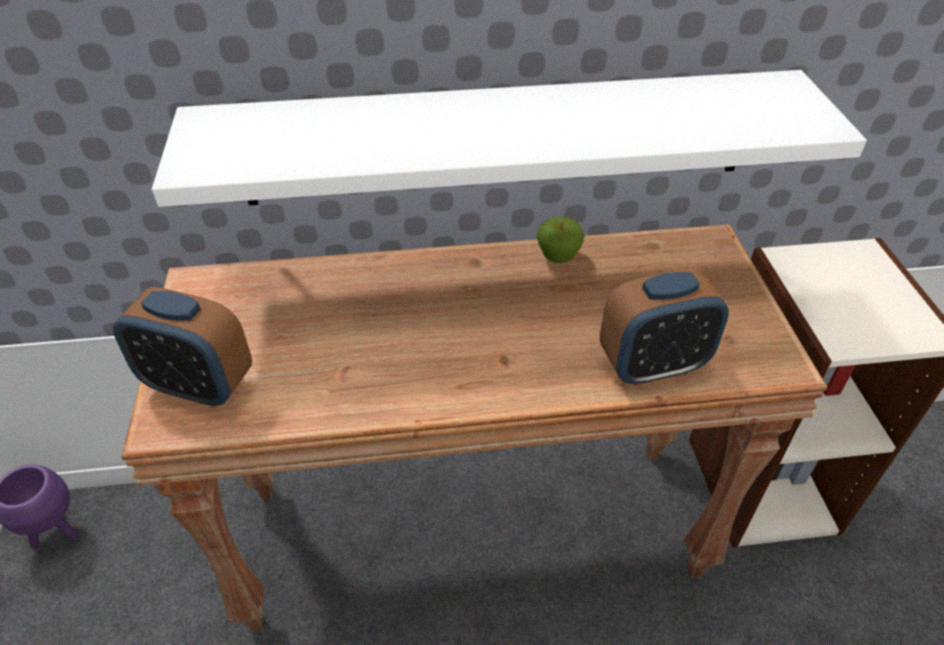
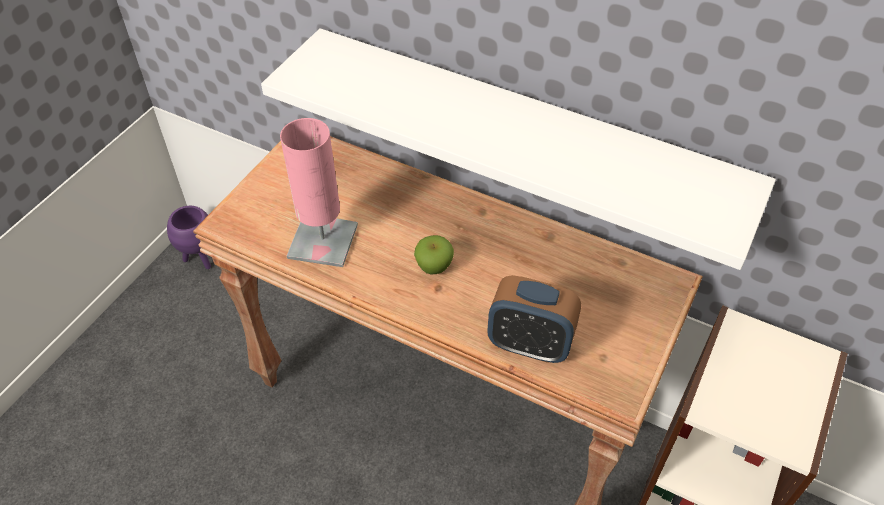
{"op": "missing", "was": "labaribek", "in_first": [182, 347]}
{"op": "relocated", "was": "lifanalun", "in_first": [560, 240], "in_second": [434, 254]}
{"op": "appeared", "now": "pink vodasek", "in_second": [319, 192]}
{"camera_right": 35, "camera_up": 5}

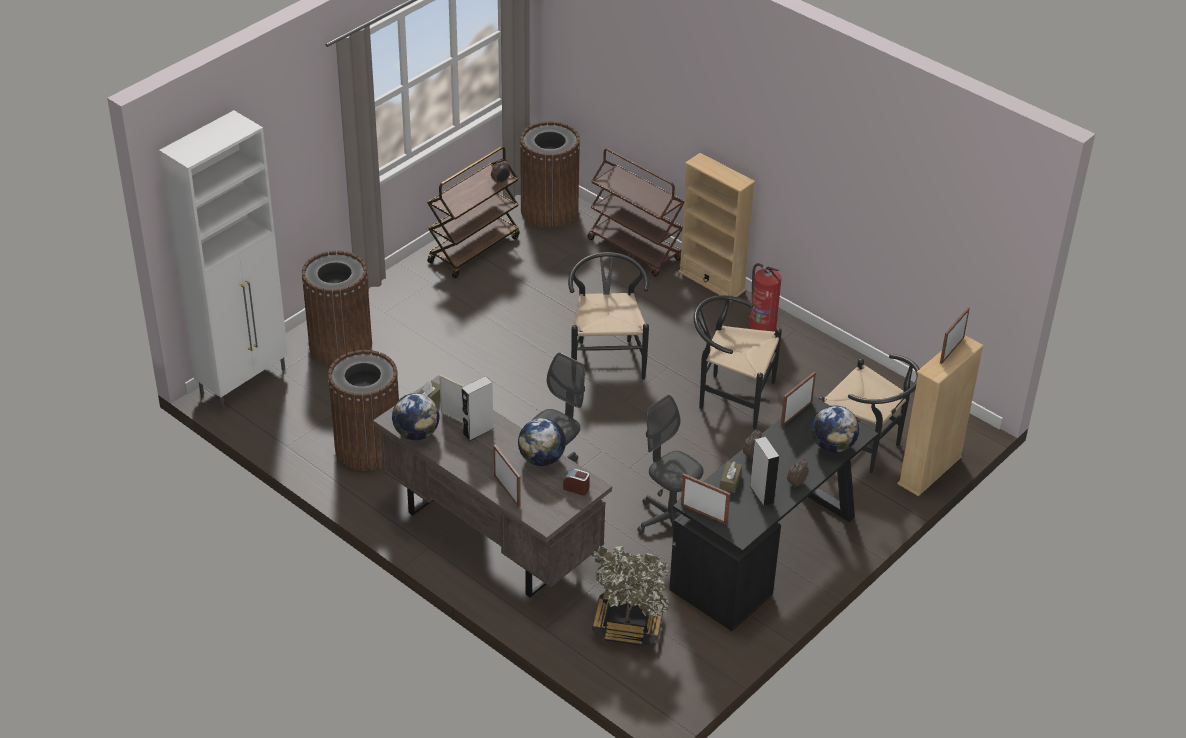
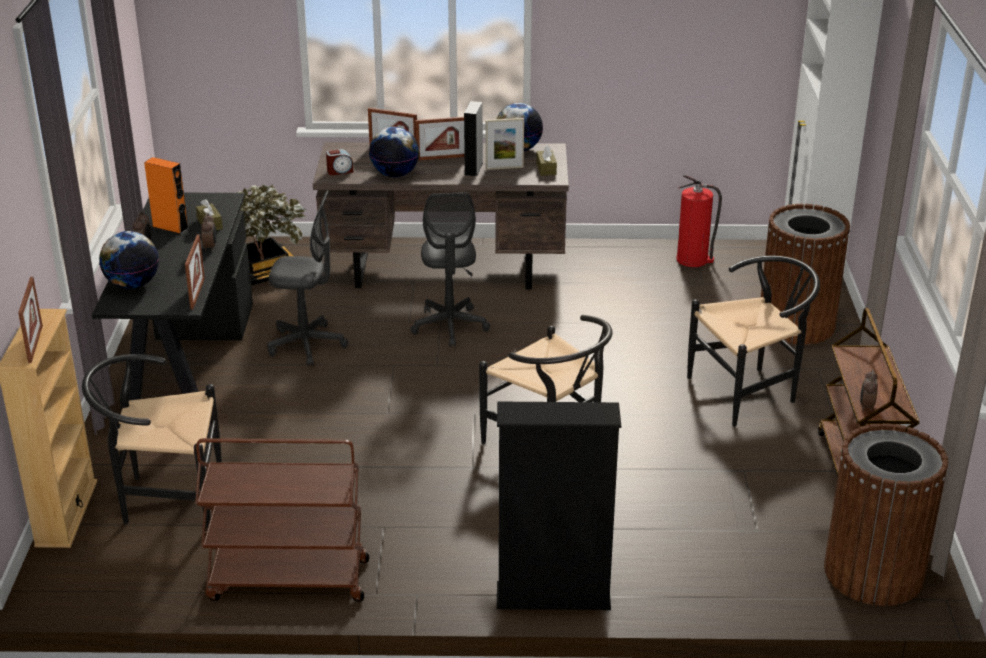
{"op": "missing", "was": "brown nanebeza", "in_first": [363, 410]}
{"op": "relocated", "was": "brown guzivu", "in_first": [636, 212], "in_second": [282, 520]}
{"op": "colour", "was": "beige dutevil", "now": "black dutevil", "in_first": [716, 227], "in_second": [559, 506]}
{"op": "relocated", "was": "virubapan", "in_first": [705, 499], "in_second": [440, 138]}
{"op": "relocated", "was": "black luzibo", "in_first": [737, 362], "in_second": [753, 341]}
{"op": "relocated", "was": "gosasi", "in_first": [764, 297], "in_second": [699, 220]}
{"op": "colour", "was": "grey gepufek", "now": "orange gepufek", "in_first": [765, 471], "in_second": [166, 195]}
{"camera_right": 140, "camera_up": -10}

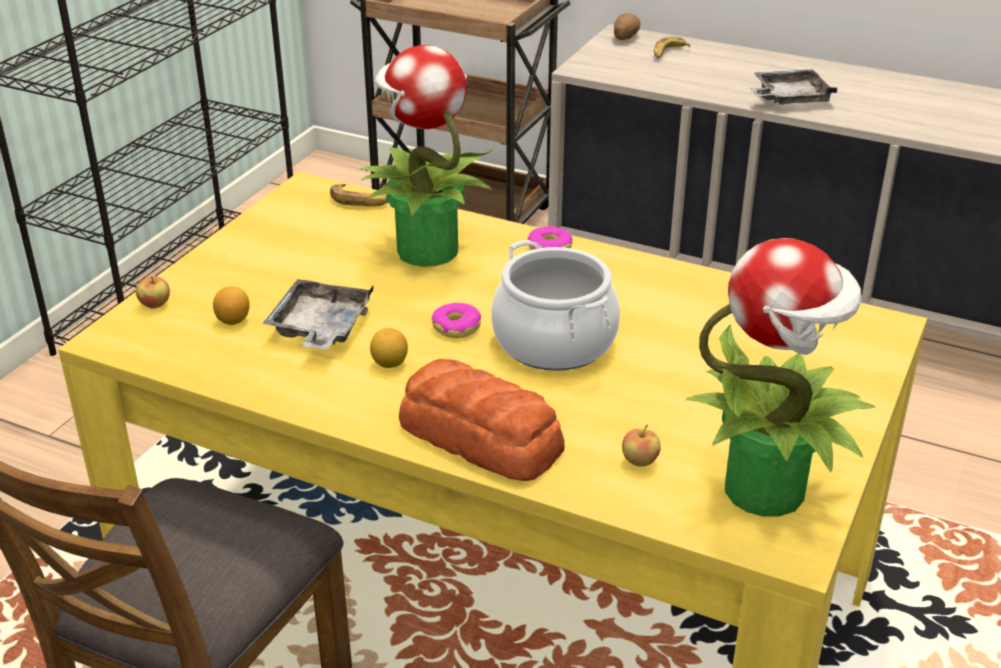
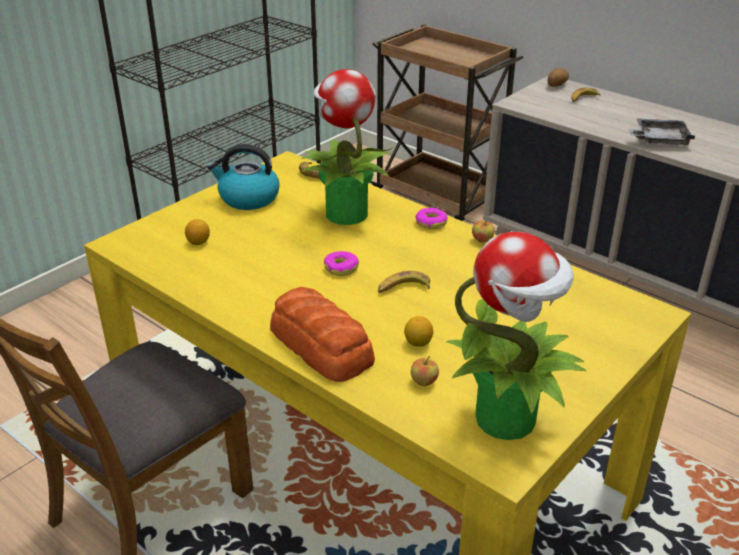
{"op": "relocated", "was": "lifanalun", "in_first": [153, 292], "in_second": [483, 231]}
{"op": "missing", "was": "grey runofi", "in_first": [318, 314]}
{"op": "relocated", "was": "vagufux", "in_first": [389, 348], "in_second": [418, 331]}
{"op": "exchanged", "was": "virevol", "now": "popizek", "in_first": [555, 305], "in_second": [404, 282]}
{"op": "appeared", "now": "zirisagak", "in_second": [243, 177]}
{"camera_right": 15, "camera_up": 0}

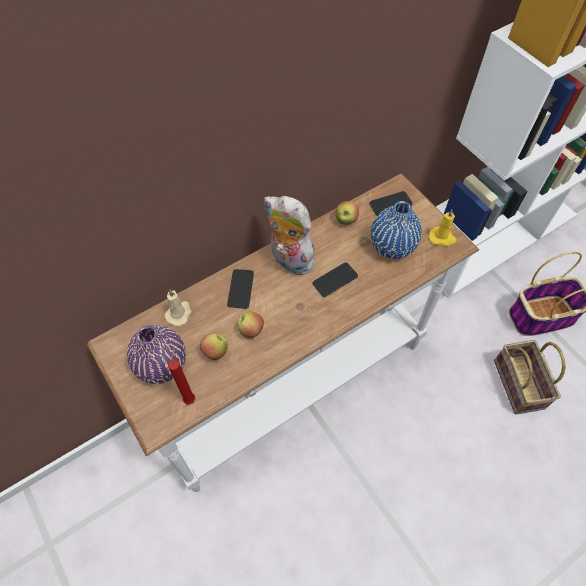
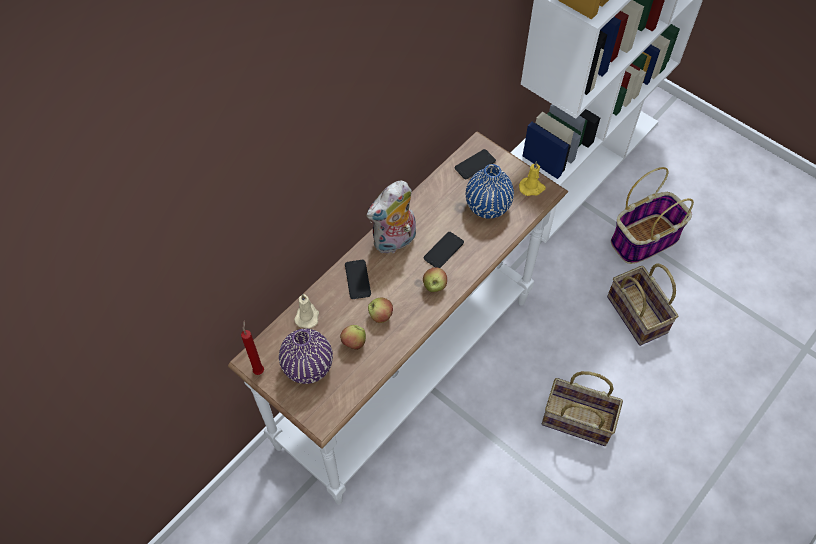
{"op": "relocated", "was": "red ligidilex", "in_first": [181, 376], "in_second": [252, 347]}
{"op": "spun", "was": "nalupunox", "in_first": [292, 235], "in_second": [391, 217], "clockwise": -60}
{"op": "relocated", "was": "lifanalun", "in_first": [347, 213], "in_second": [435, 280]}
{"op": "appeared", "now": "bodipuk", "in_second": [582, 408]}
{"camera_right": -15, "camera_up": 0}

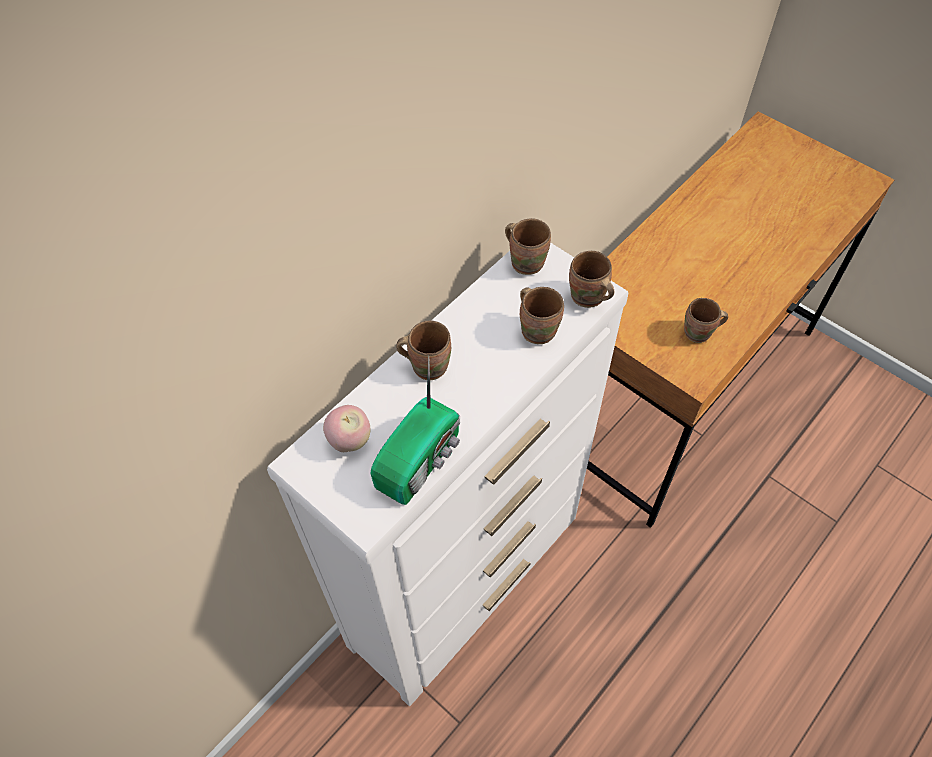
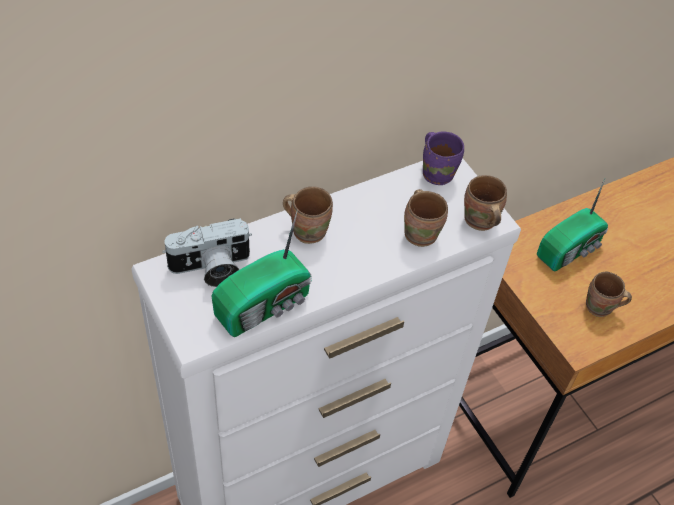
{"op": "exchanged", "was": "lifanalun", "now": "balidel", "in_first": [346, 428], "in_second": [207, 252]}
{"op": "colour", "was": "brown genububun", "now": "purple genububun", "in_first": [528, 246], "in_second": [443, 158]}
{"op": "appeared", "now": "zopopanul", "in_second": [572, 225]}
{"camera_right": 15, "camera_up": -5}

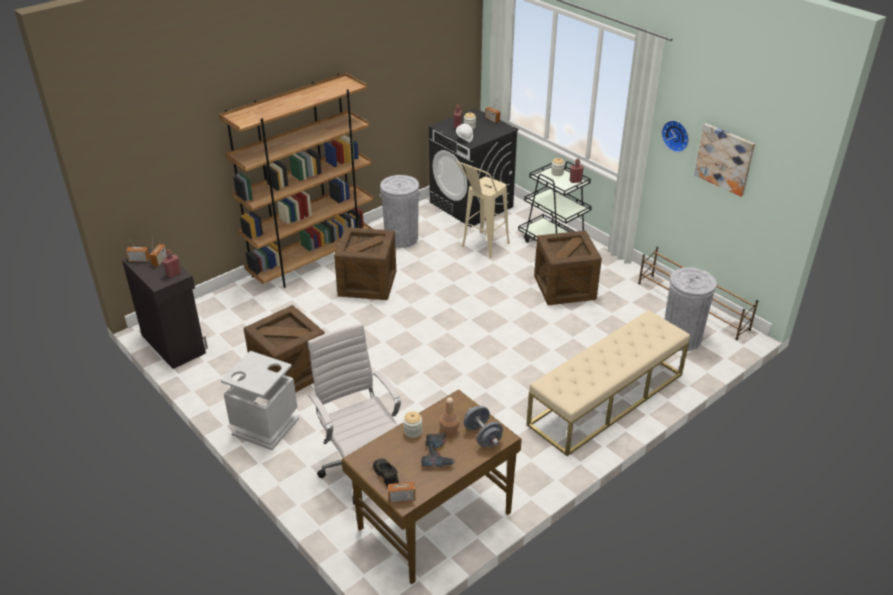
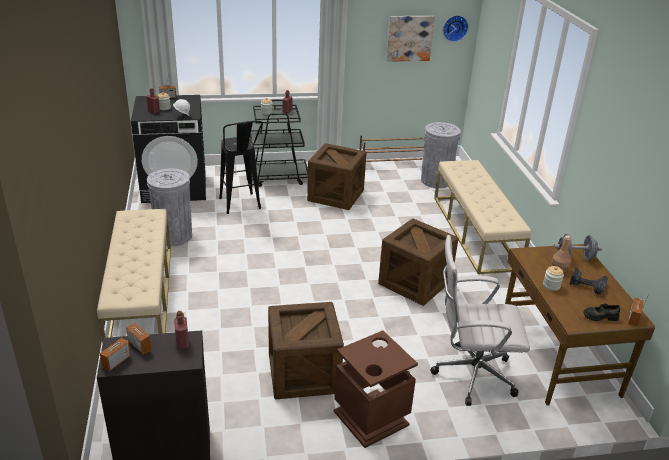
{"op": "exchanged", "was": "brown dutevil", "now": "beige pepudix", "in_first": [296, 180], "in_second": [134, 276]}
{"op": "colour", "was": "grey nanebeza", "now": "brown nanebeza", "in_first": [260, 400], "in_second": [376, 389]}
{"op": "relocated", "was": "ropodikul", "in_first": [365, 263], "in_second": [418, 262]}
{"op": "colour", "was": "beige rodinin", "now": "black rodinin", "in_first": [483, 209], "in_second": [241, 167]}
{"op": "relocated", "was": "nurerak", "in_first": [675, 136], "in_second": [455, 28]}
{"camera_right": -60, "camera_up": -5}

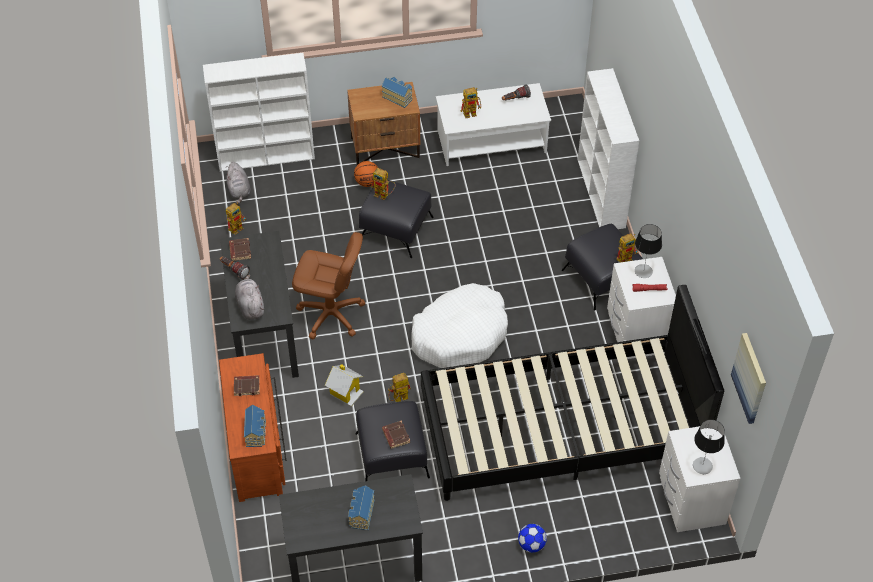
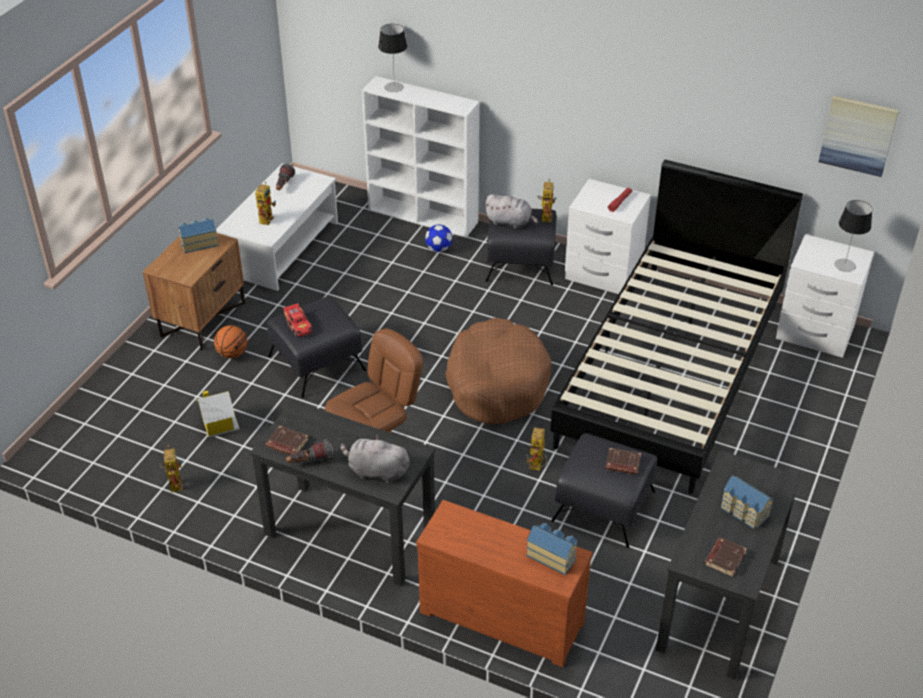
{"op": "missing", "was": "white dutevil", "in_first": [259, 112]}
{"op": "relocated", "was": "grey nalupunox", "in_first": [238, 183], "in_second": [511, 211]}
{"op": "relocated", "was": "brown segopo", "in_first": [247, 385], "in_second": [726, 557]}
{"op": "relocated", "was": "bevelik", "in_first": [344, 385], "in_second": [218, 414]}
{"op": "exchanged", "was": "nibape", "now": "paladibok", "in_first": [383, 184], "in_second": [297, 319]}
{"op": "colour", "was": "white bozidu", "now": "brown bozidu", "in_first": [460, 325], "in_second": [498, 371]}
{"op": "relocated", "was": "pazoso", "in_first": [532, 538], "in_second": [439, 238]}
{"op": "relocated", "was": "vodasek", "in_first": [648, 251], "in_second": [392, 58]}
{"camera_right": -55, "camera_up": -10}

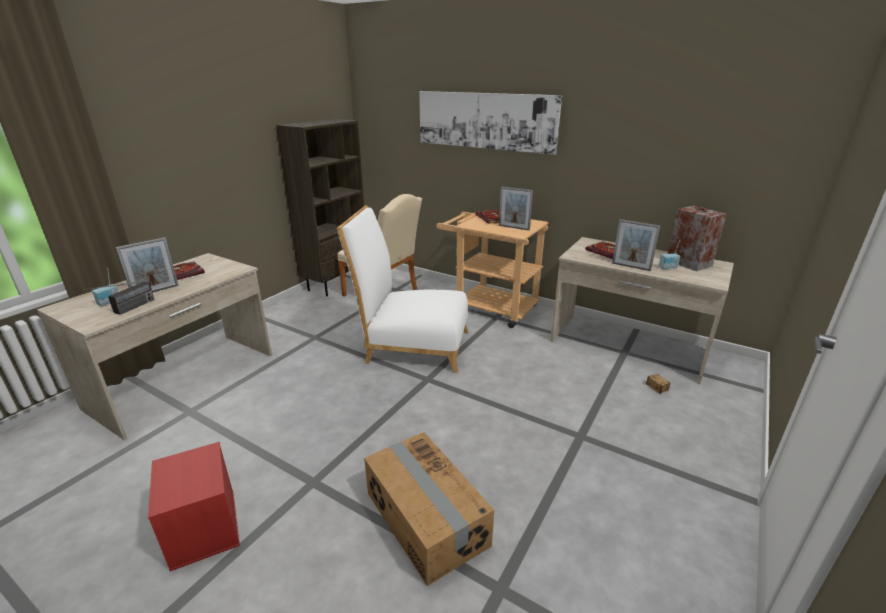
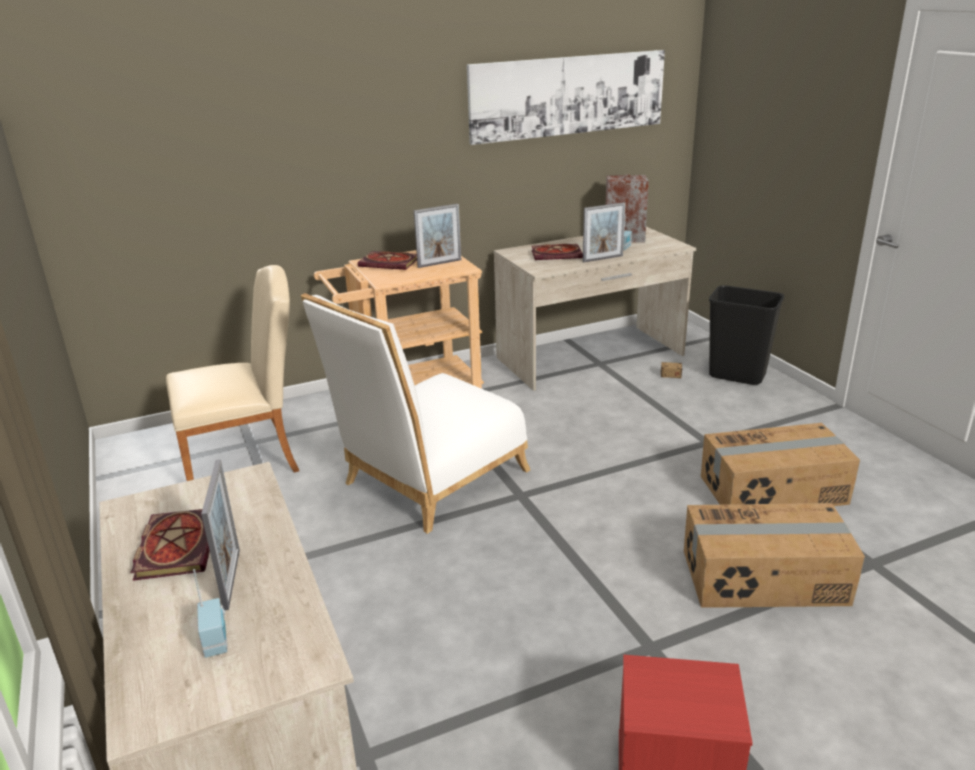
{"op": "missing", "was": "zopopanul", "in_first": [118, 298]}
{"op": "missing", "was": "brown dutevil", "in_first": [320, 208]}
{"op": "relocated", "was": "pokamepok", "in_first": [490, 123], "in_second": [566, 97]}
{"op": "appeared", "now": "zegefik", "in_second": [780, 464]}
{"op": "appeared", "now": "black nanebeza", "in_second": [746, 335]}
{"camera_right": -55, "camera_up": 0}

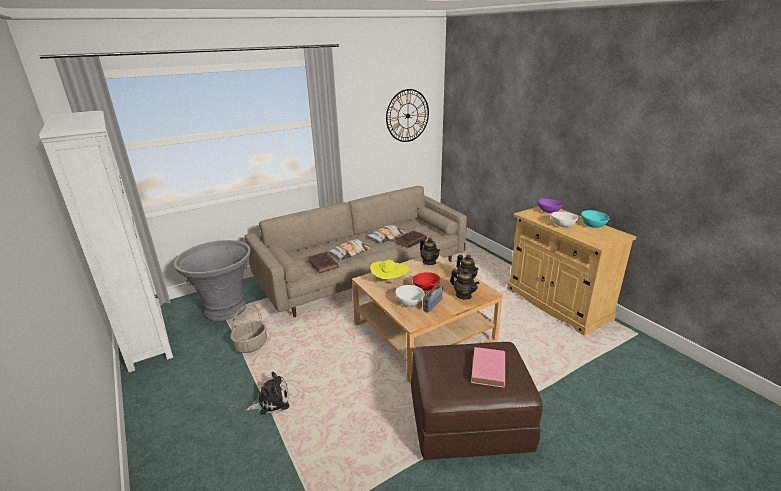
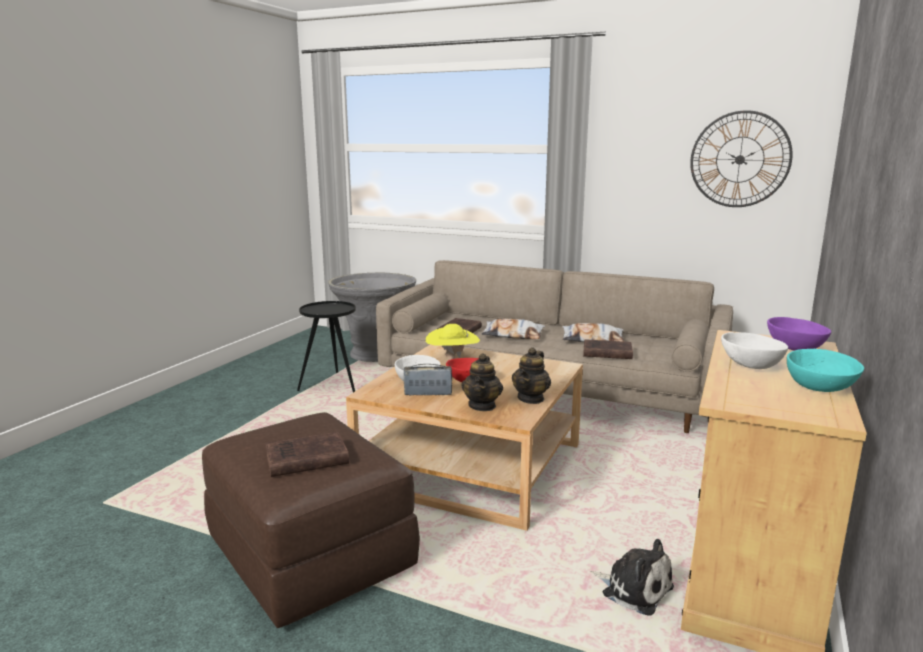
{"op": "missing", "was": "white dutevil", "in_first": [106, 241]}
{"op": "exchanged", "was": "bodipuk", "now": "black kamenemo", "in_first": [248, 329], "in_second": [326, 346]}
{"op": "relocated", "was": "nalupunox", "in_first": [267, 393], "in_second": [632, 577]}
{"op": "missing", "was": "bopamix", "in_first": [430, 251]}
{"op": "colour", "was": "pink segopo", "now": "brown segopo", "in_first": [488, 367], "in_second": [307, 454]}
{"camera_right": 55, "camera_up": -10}

